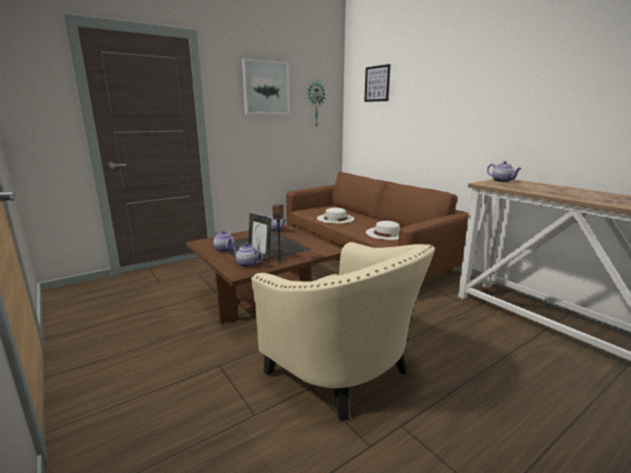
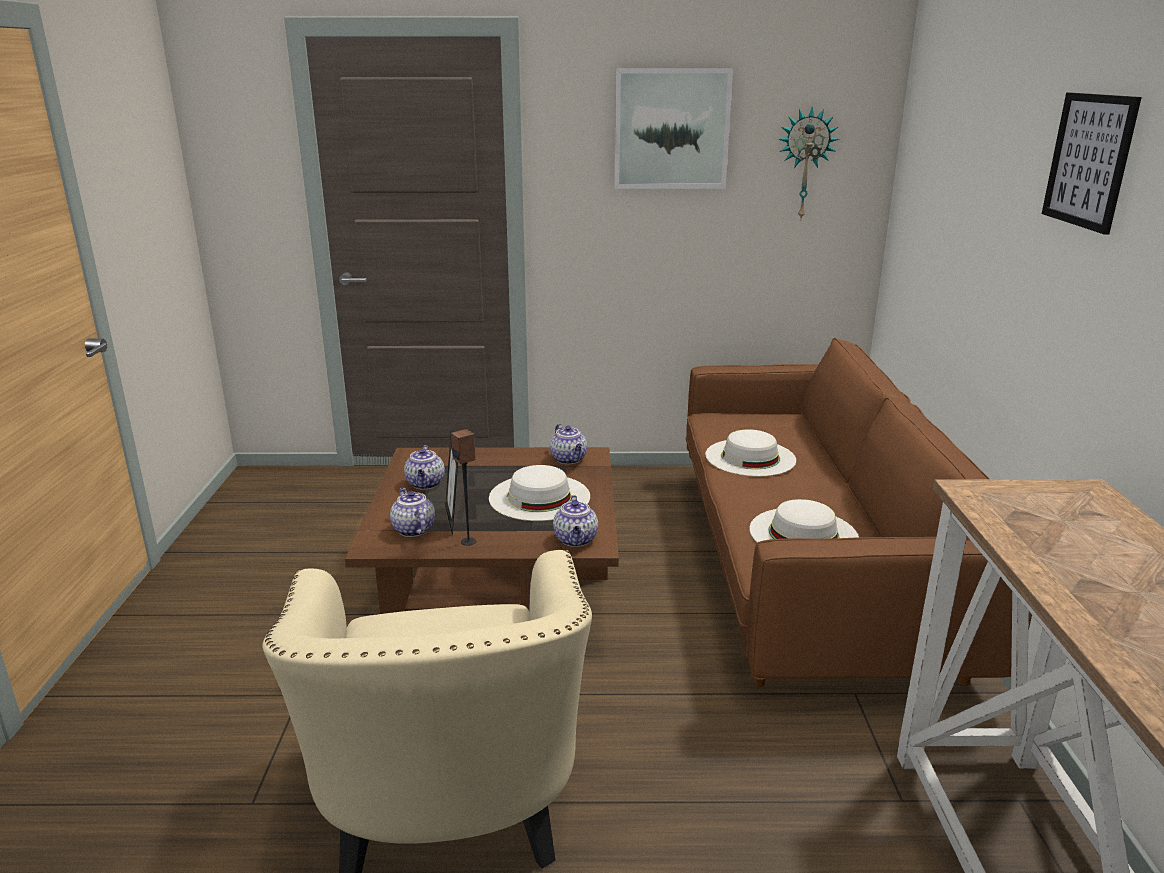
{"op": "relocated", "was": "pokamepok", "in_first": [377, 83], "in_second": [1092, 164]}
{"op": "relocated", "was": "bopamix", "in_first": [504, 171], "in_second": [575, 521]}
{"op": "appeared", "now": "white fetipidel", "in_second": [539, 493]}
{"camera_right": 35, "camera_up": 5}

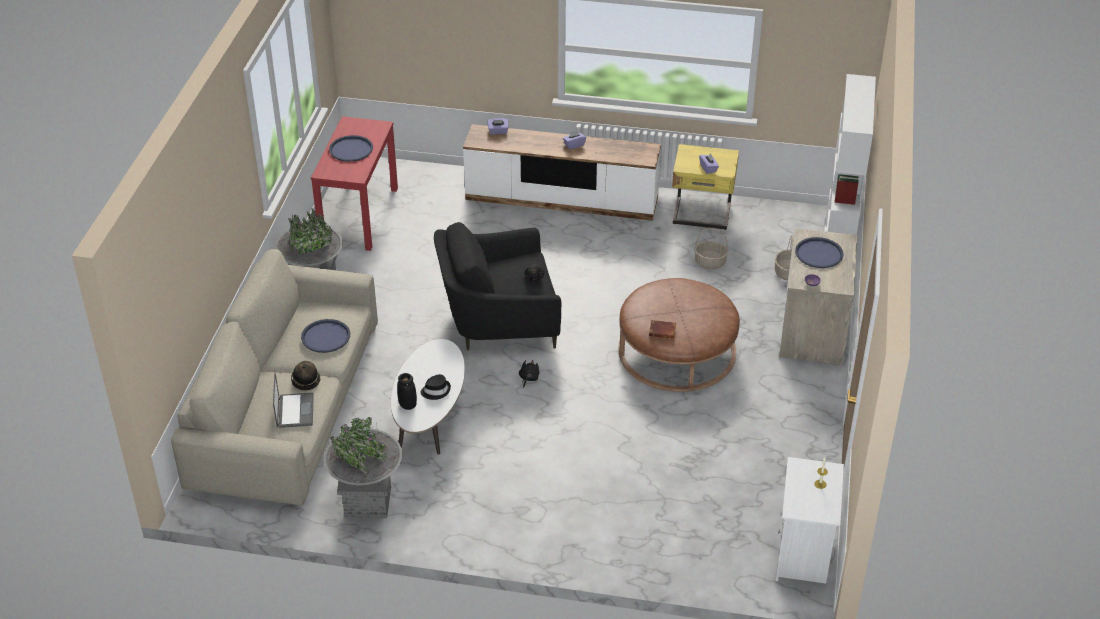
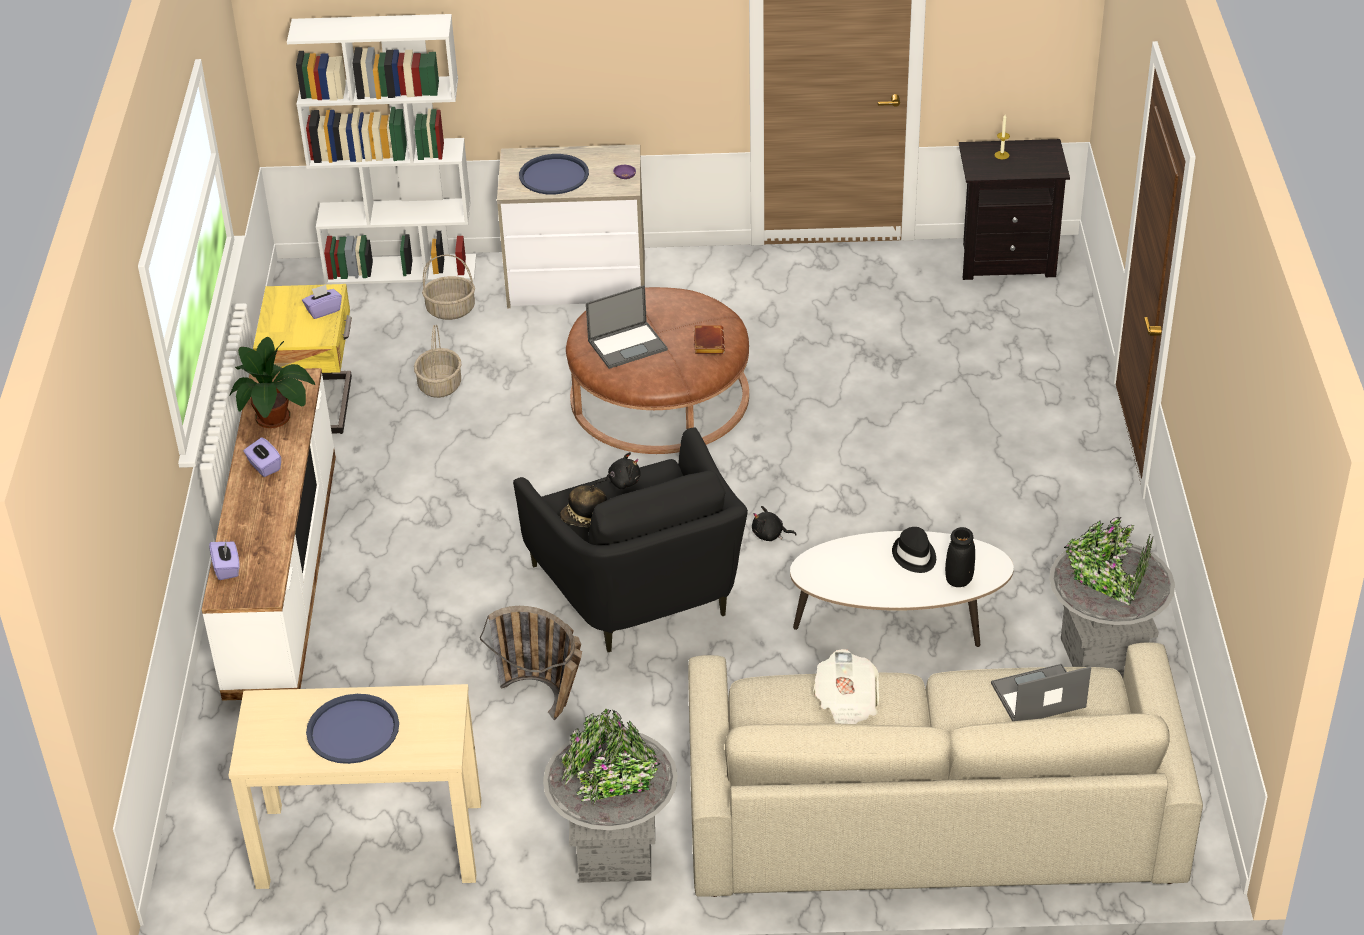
{"op": "relocated", "was": "fetipidel", "in_first": [305, 375], "in_second": [583, 506]}
{"op": "exchanged", "was": "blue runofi", "now": "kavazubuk", "in_first": [325, 336], "in_second": [846, 686]}
{"op": "colour", "was": "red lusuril", "now": "beige lusuril", "in_first": [354, 183], "in_second": [355, 786]}
{"op": "colour", "was": "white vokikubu", "now": "black vokikubu", "in_first": [810, 520], "in_second": [1014, 209]}
{"op": "appeared", "now": "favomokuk", "in_second": [272, 382]}
{"op": "appeared", "now": "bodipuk", "in_second": [531, 663]}
{"op": "appeared", "now": "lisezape", "in_second": [627, 327]}
{"camera_right": -100, "camera_up": 0}

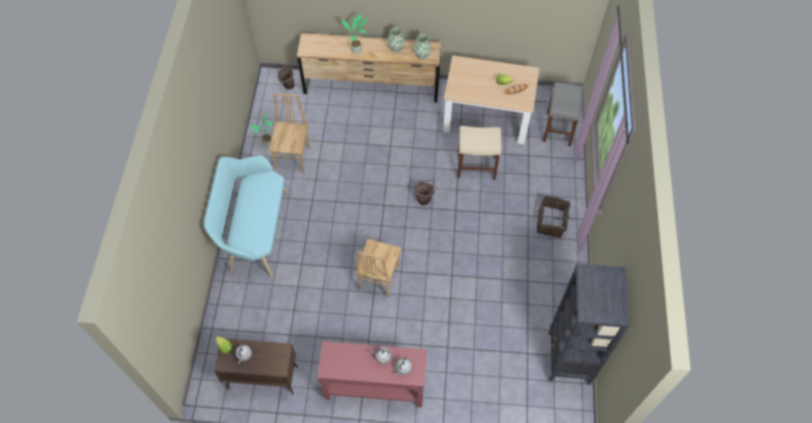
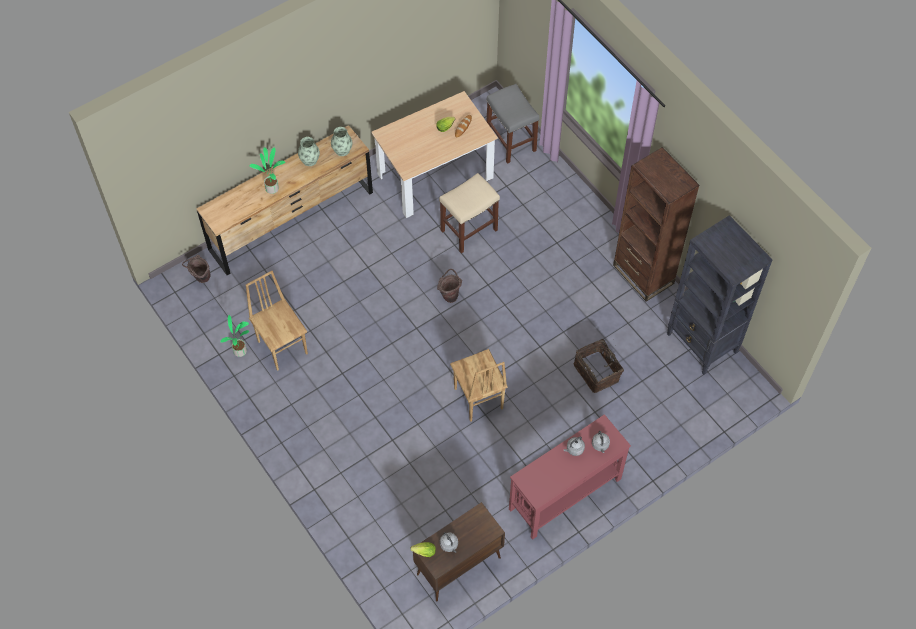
{"op": "missing", "was": "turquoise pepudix", "in_first": [246, 217]}
{"op": "relocated", "was": "bodipuk", "in_first": [553, 217], "in_second": [599, 366]}
{"op": "appeared", "now": "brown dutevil", "in_second": [656, 224]}
{"camera_right": -40, "camera_up": 0}

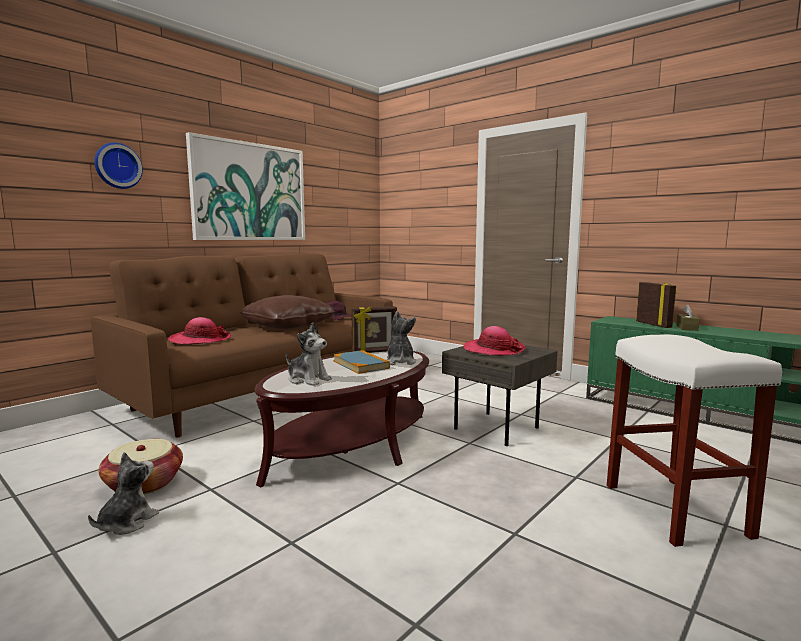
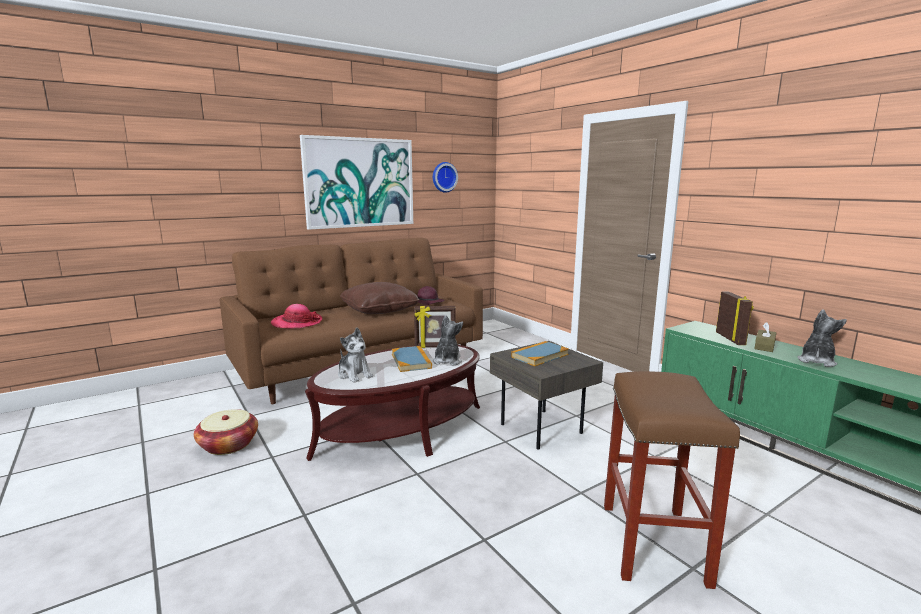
{"op": "relocated", "was": "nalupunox", "in_first": [123, 493], "in_second": [822, 338]}
{"op": "relocated", "was": "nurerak", "in_first": [118, 166], "in_second": [445, 177]}
{"op": "exchanged", "was": "fetipidel", "now": "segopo", "in_first": [494, 340], "in_second": [540, 353]}
{"op": "colour", "was": "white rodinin", "now": "brown rodinin", "in_first": [694, 440], "in_second": [672, 480]}
{"camera_right": 15, "camera_up": 5}

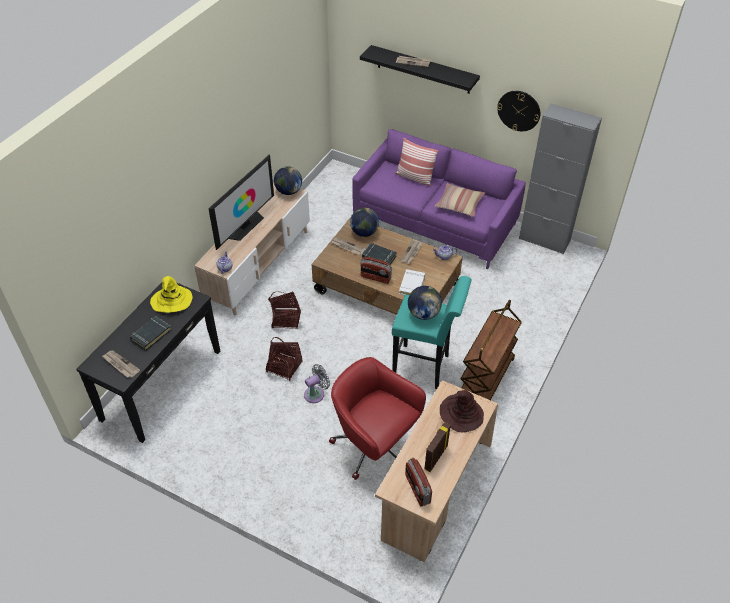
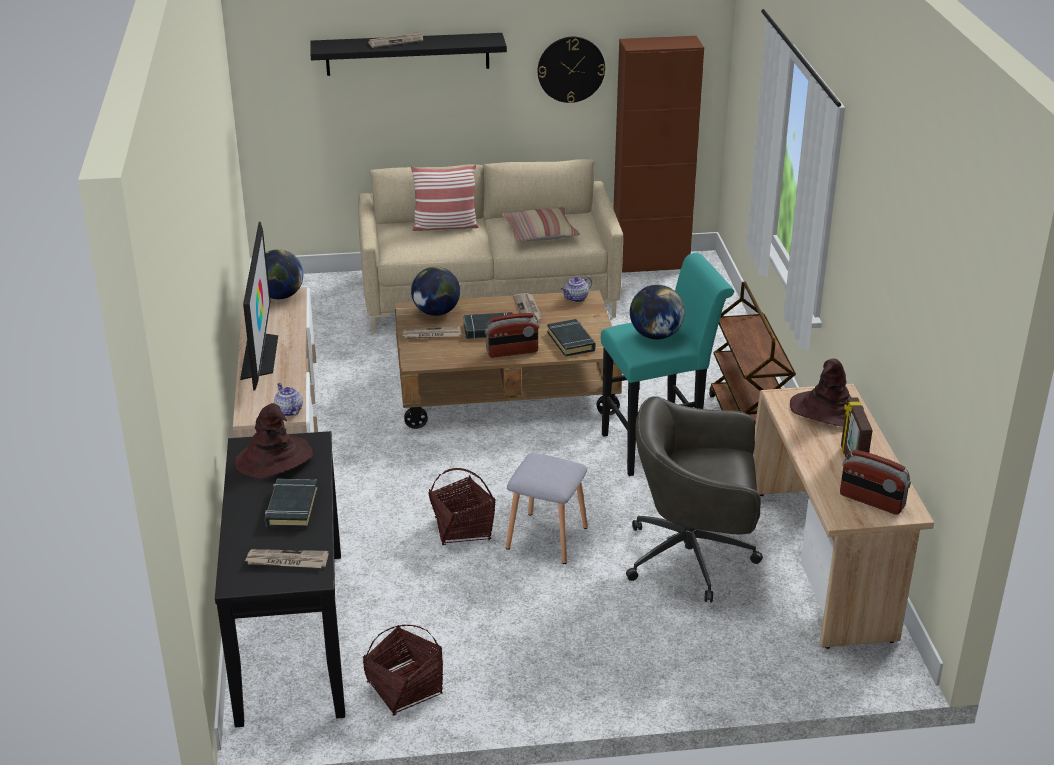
{"op": "colour", "was": "yellow fetipidel", "now": "brown fetipidel", "in_first": [171, 294], "in_second": [274, 441]}
{"op": "relocated", "was": "bodipuk", "in_first": [284, 310], "in_second": [403, 670]}
{"op": "exchanged", "was": "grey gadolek", "now": "grey rodinin", "in_first": [317, 383], "in_second": [547, 508]}
{"op": "colour", "was": "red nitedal", "now": "grey nitedal", "in_first": [377, 418], "in_second": [694, 499]}
{"op": "colour", "was": "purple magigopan", "now": "beige magigopan", "in_first": [439, 199], "in_second": [490, 246]}
{"op": "colour", "was": "white segopo", "now": "black segopo", "in_first": [412, 282], "in_second": [571, 338]}
{"op": "colour", "was": "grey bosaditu", "now": "brown bosaditu", "in_first": [560, 178], "in_second": [658, 154]}
{"camera_right": -35, "camera_up": -15}

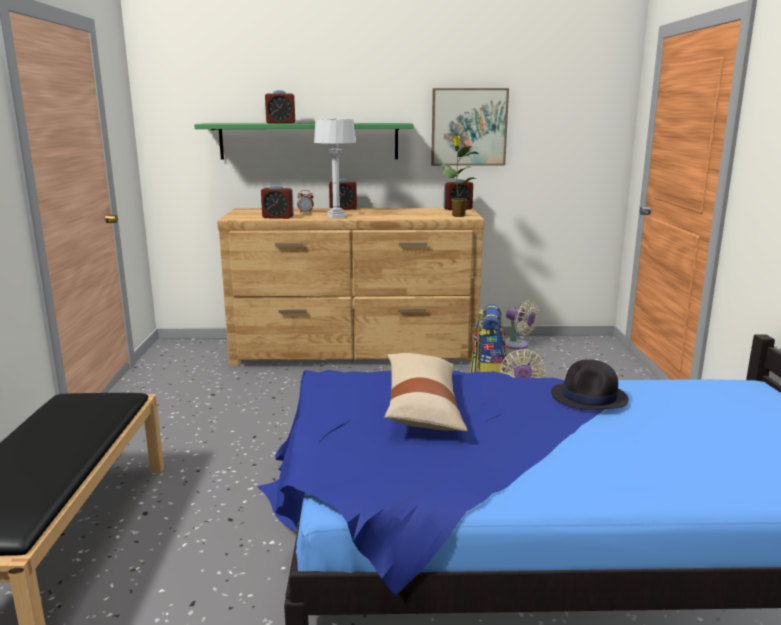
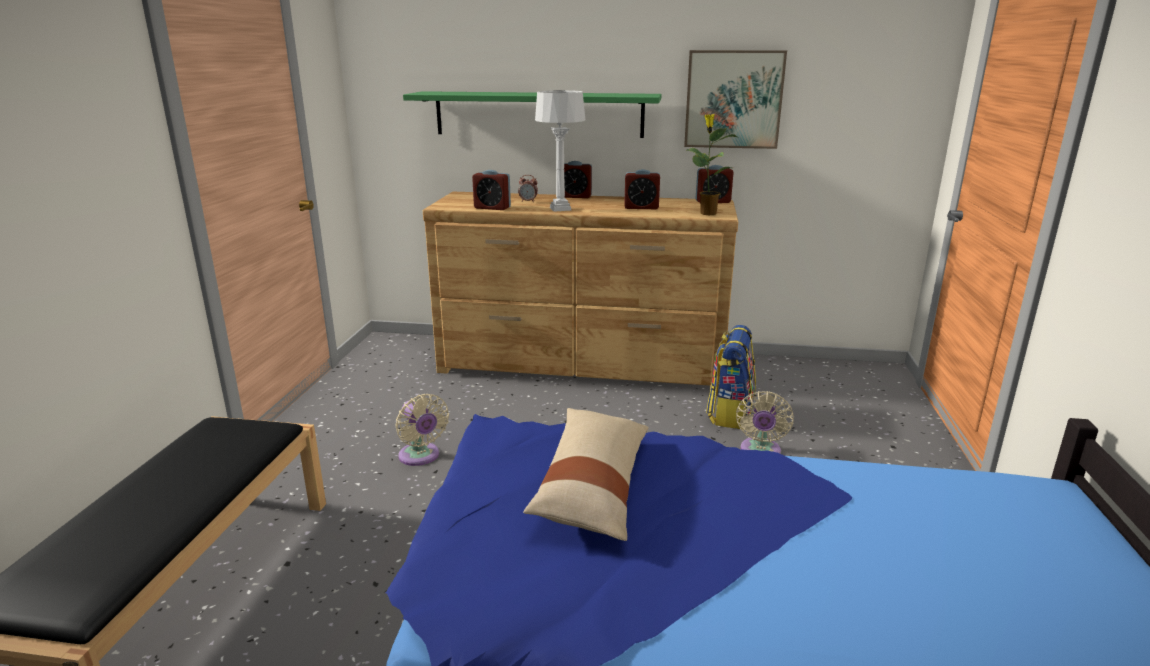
{"op": "relocated", "was": "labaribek", "in_first": [280, 106], "in_second": [642, 189]}
{"op": "relocated", "was": "beige gadolek", "in_first": [522, 324], "in_second": [422, 430]}
{"op": "missing", "was": "black fetipidel", "in_first": [590, 384]}
{"camera_right": 10, "camera_up": 5}

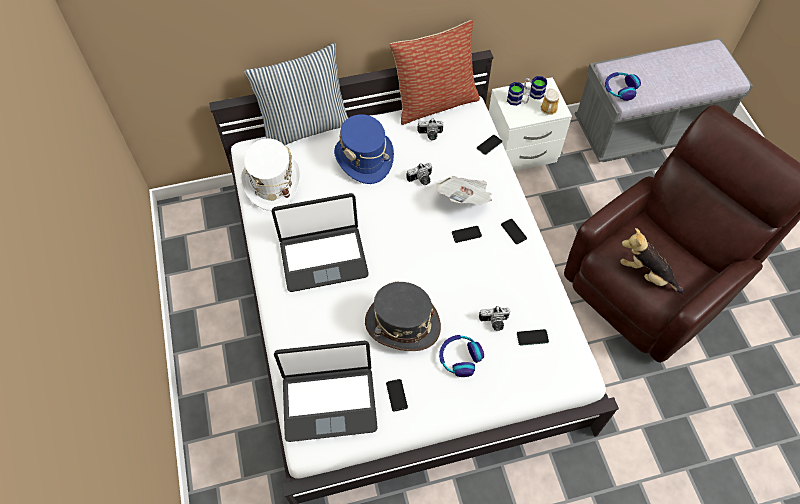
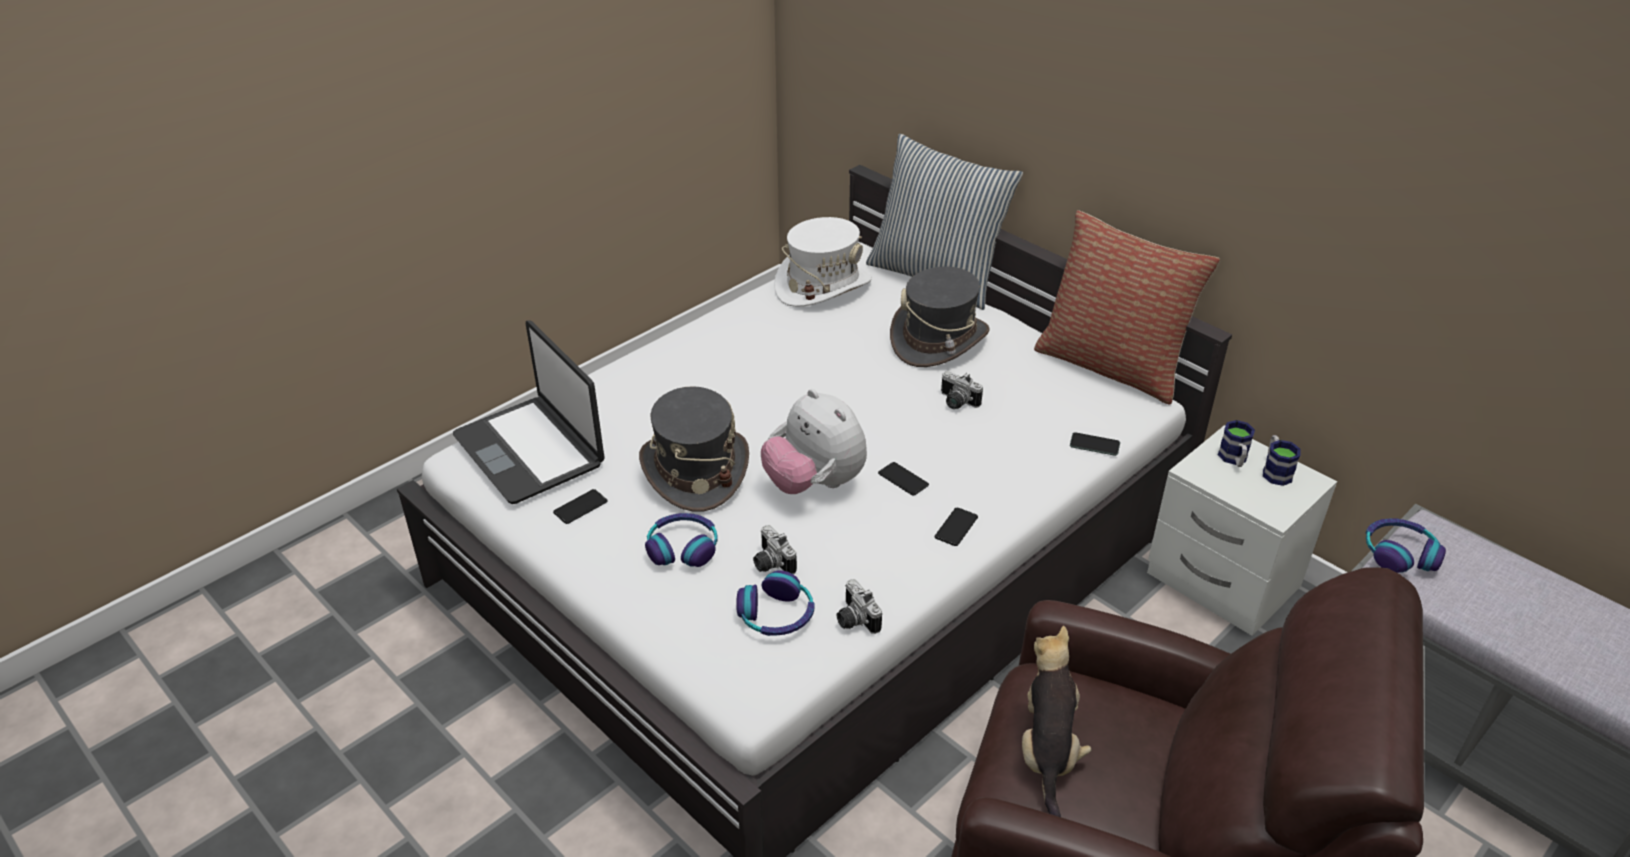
{"op": "missing", "was": "lisezape", "in_first": [320, 242]}
{"op": "colour", "was": "blue fetipidel", "now": "grey fetipidel", "in_first": [364, 149], "in_second": [940, 316]}
{"op": "relocated", "was": "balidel", "in_first": [430, 129], "in_second": [859, 606]}
{"op": "missing", "was": "kavazubuk", "in_first": [464, 190]}
{"op": "exchanged", "was": "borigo", "now": "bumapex", "in_first": [533, 337], "in_second": [775, 603]}
{"op": "missing", "was": "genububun", "in_first": [550, 101]}
{"op": "appeared", "now": "nalupunox", "in_second": [814, 441]}
{"camera_right": 60, "camera_up": -20}

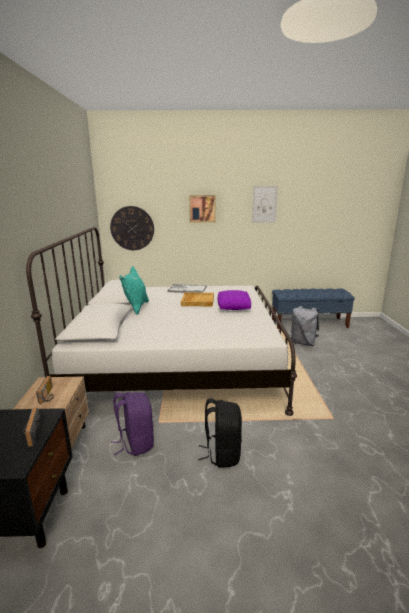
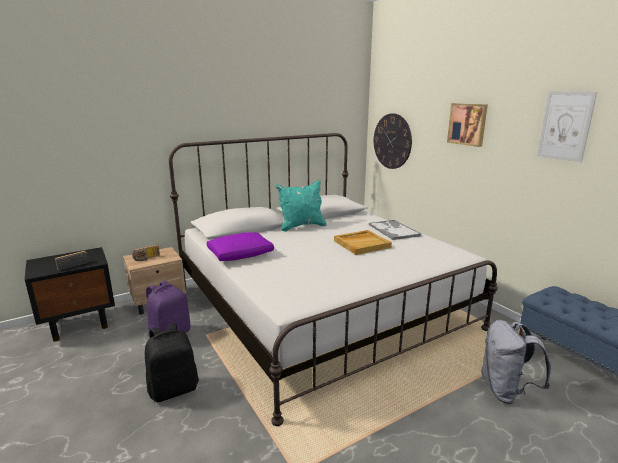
{"op": "relocated", "was": "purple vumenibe", "in_first": [234, 300], "in_second": [240, 246]}
{"camera_right": 60, "camera_up": 0}

